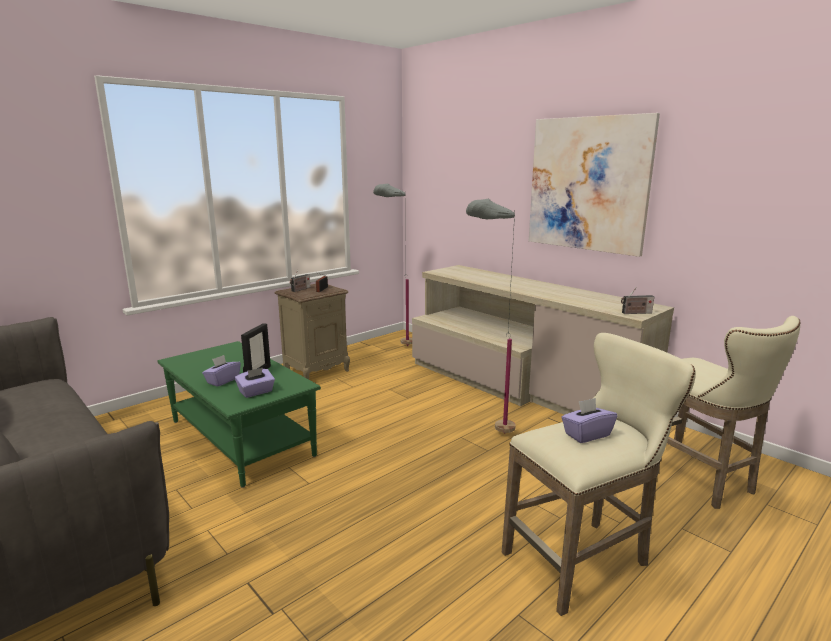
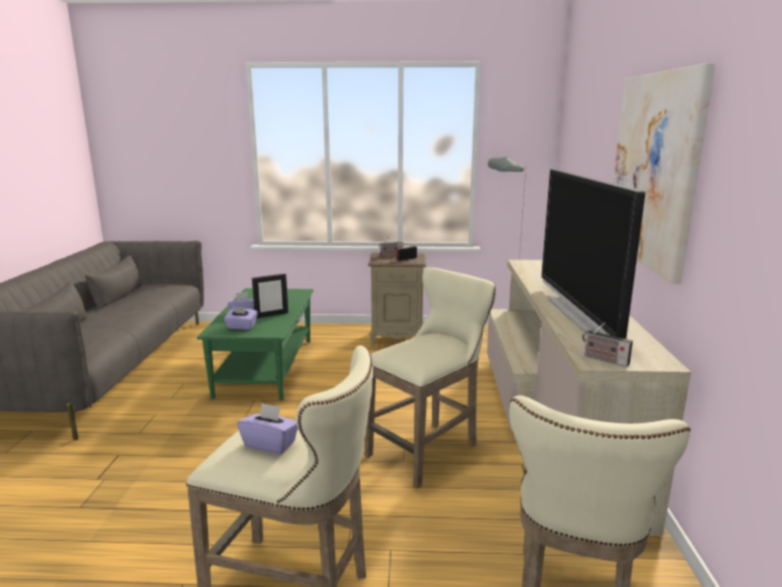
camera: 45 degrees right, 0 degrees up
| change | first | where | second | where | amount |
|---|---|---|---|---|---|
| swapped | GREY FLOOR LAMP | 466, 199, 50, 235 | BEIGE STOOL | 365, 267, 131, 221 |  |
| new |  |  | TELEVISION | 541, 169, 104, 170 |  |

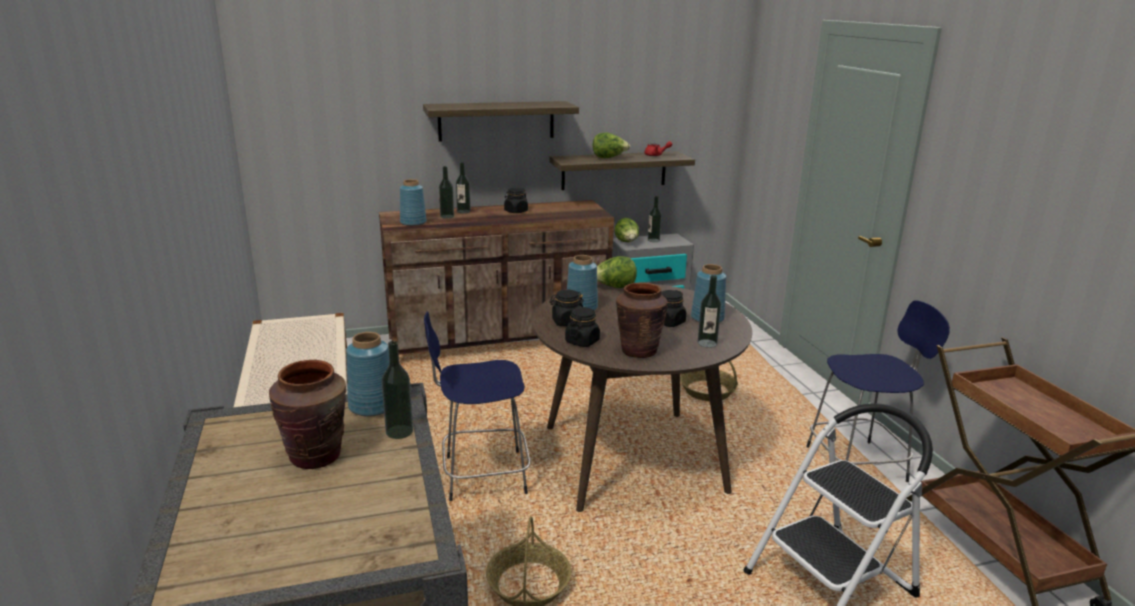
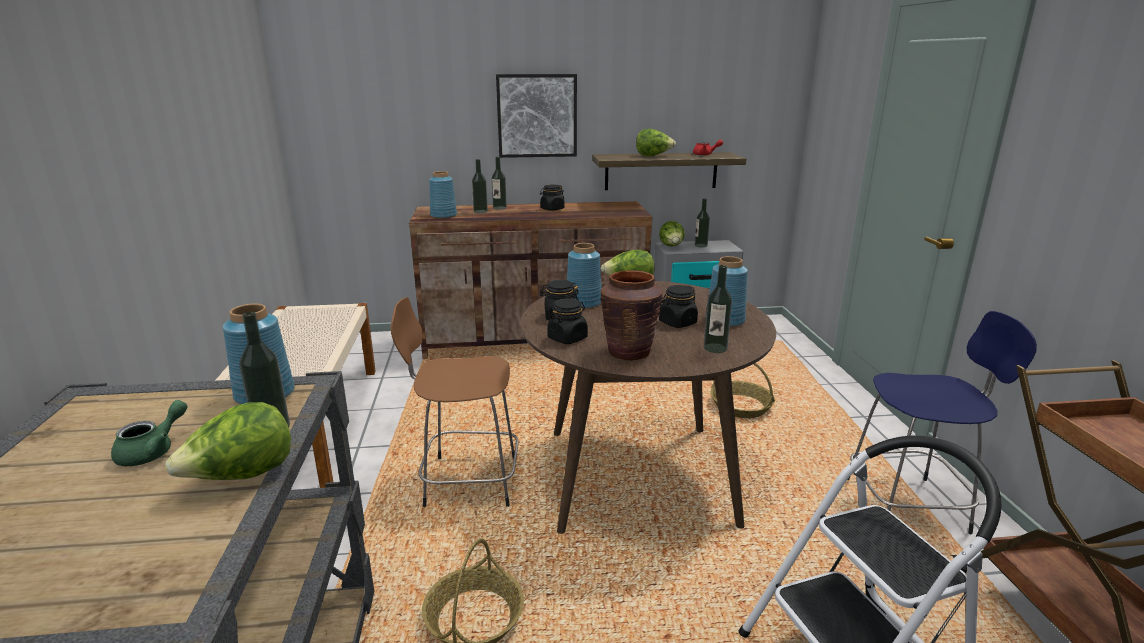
camera: 10 degrees right, 0 degrees up
| change | first | where | second | where | amount |
|---|---|---|---|---|---|
| swapped | SHELF | 423, 101, 156, 40 | PICTURE | 496, 74, 81, 84 |  |
| repainted | BLUE STOOL | 424, 311, 106, 190 | BROWN STOOL | 391, 297, 127, 210 |  |
| swapped | BROWN VASE | 269, 360, 77, 109 | GREEN TEAPOT | 111, 400, 77, 66 |  |
| new |  |  | LETTUCE | 165, 402, 126, 78 |  |

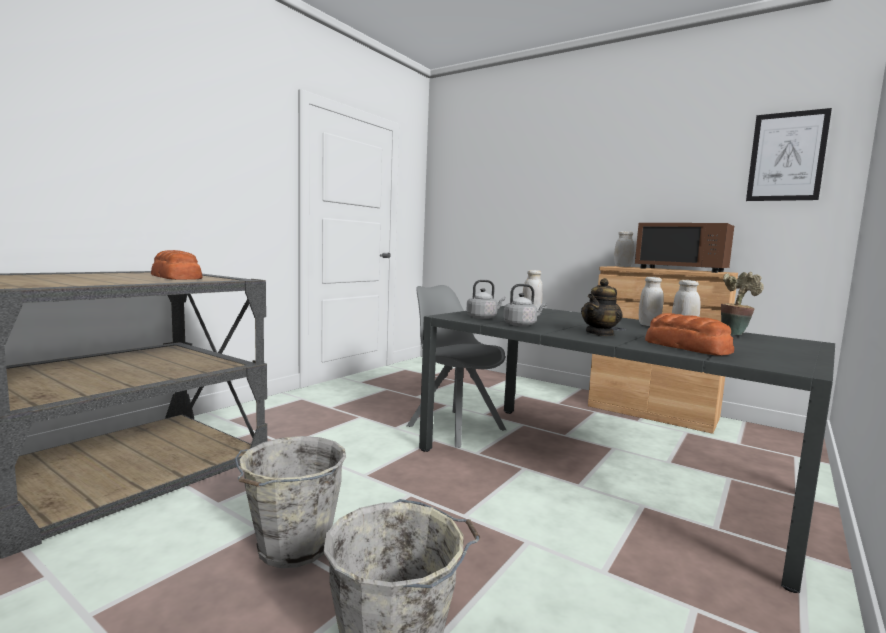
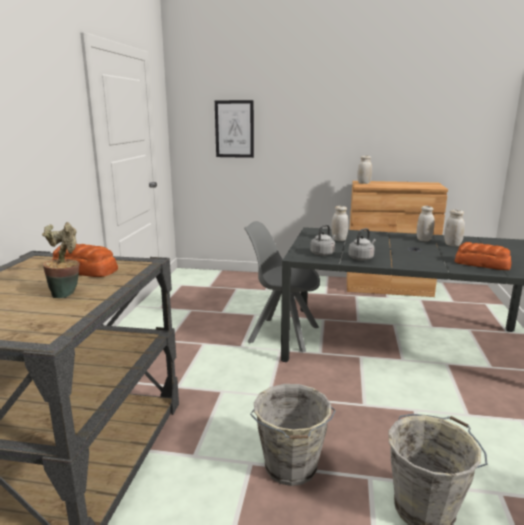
camera: 25 degrees left, 10 degrees up
| change | first | where | second | where | amount |
|---|---|---|---|---|---|
| shifted | PICTURE | 746, 108, 86, 93 |  | 215, 100, 39, 58 |  |
| gone | BROWN MICROWAVE | 635, 223, 99, 50 |  |  |  |
| shifted | POTTED PLANT | 721, 272, 43, 63 |  | 42, 222, 38, 76 |  |
| gone | TEAPOT | 581, 278, 42, 58 |  |  |  |

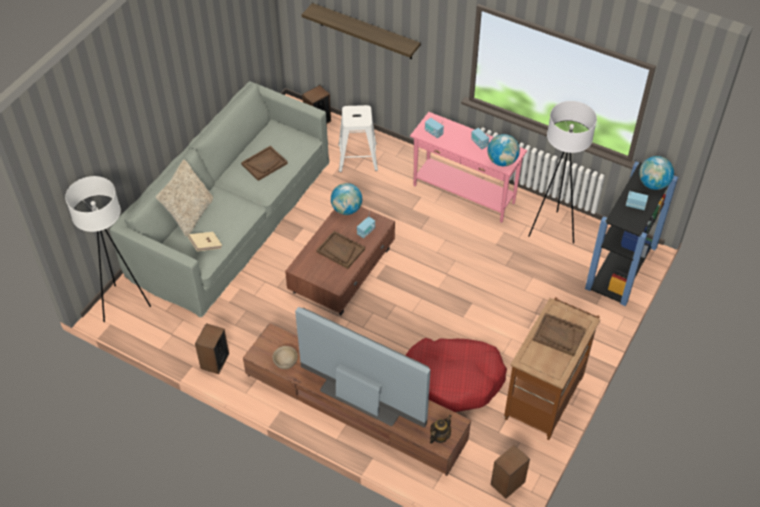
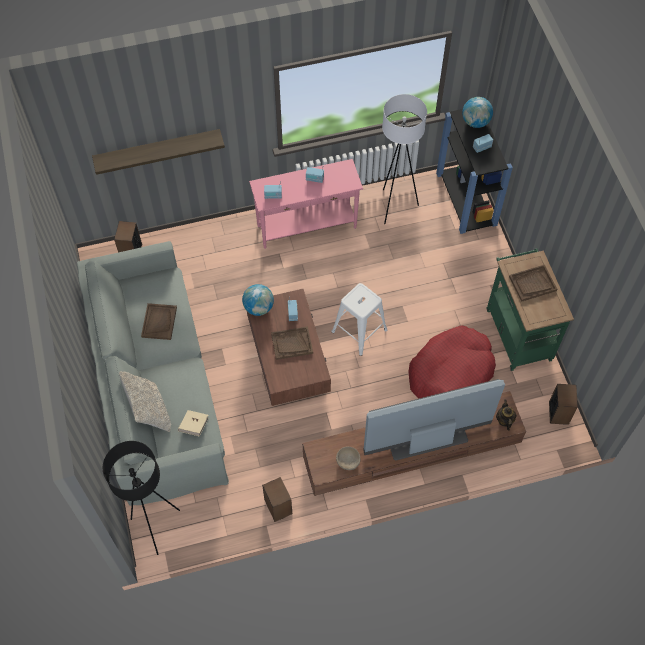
camera: 45 degrees left, 10 degrees up
| change | first | where | second | where | amount |
|---|---|---|---|---|---|
| shifted | WHITE STOOL | 338, 105, 40, 67 |  | 331, 283, 57, 73 |  |
| gone | GLOBE | 488, 134, 32, 32 |  |  |  |
| repainted | WHITE FLOOR LAMP | 65, 176, 86, 146 | BLACK FLOOR LAMP | 103, 441, 77, 114 |  |
| repainted | BROWN CART | 504, 297, 96, 143 | GREEN CART | 487, 248, 87, 123 |  |

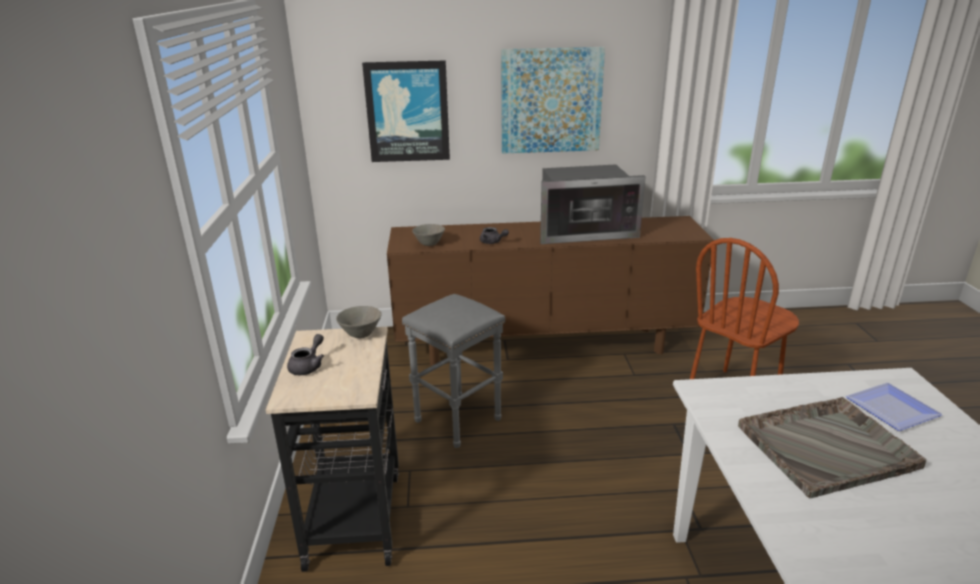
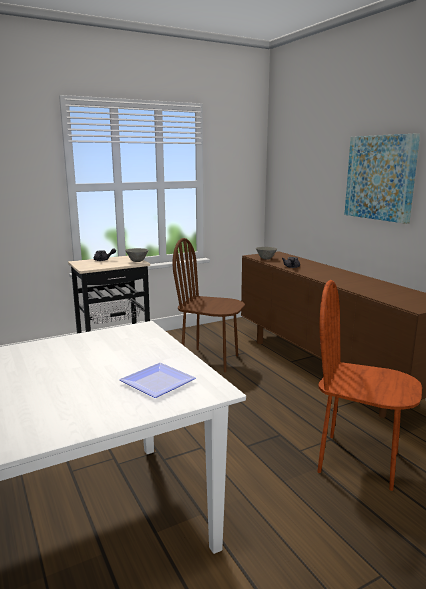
camera: 65 degrees right, 10 degrees down
| change | first | where | second | where | amount |
|---|---|---|---|---|---|
| gone | PICTURE | 362, 60, 88, 102 |  |  |  |
| gone | MICROWAVE | 540, 164, 106, 80 |  |  |  |
| swapped | GREY STOOL | 402, 294, 103, 154 | BROWN CHAIR | 173, 238, 72, 135 |  |
| gone | GREY TRAY | 738, 397, 188, 101 |  |  |  |

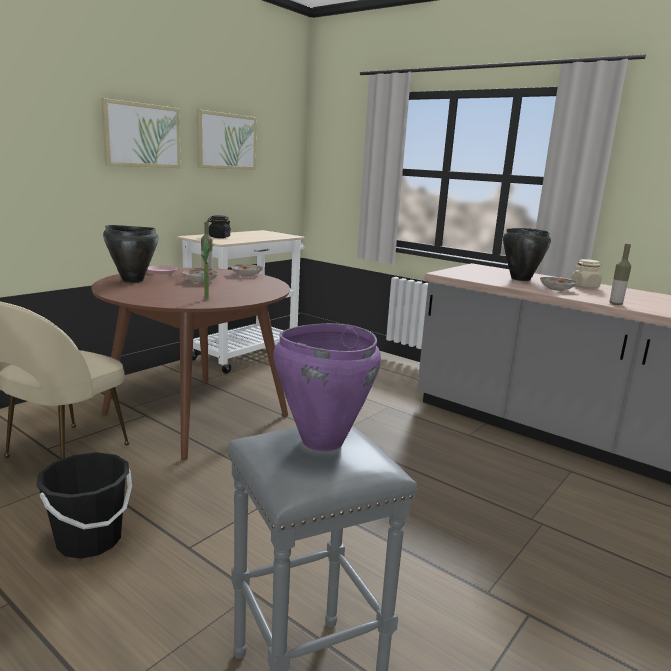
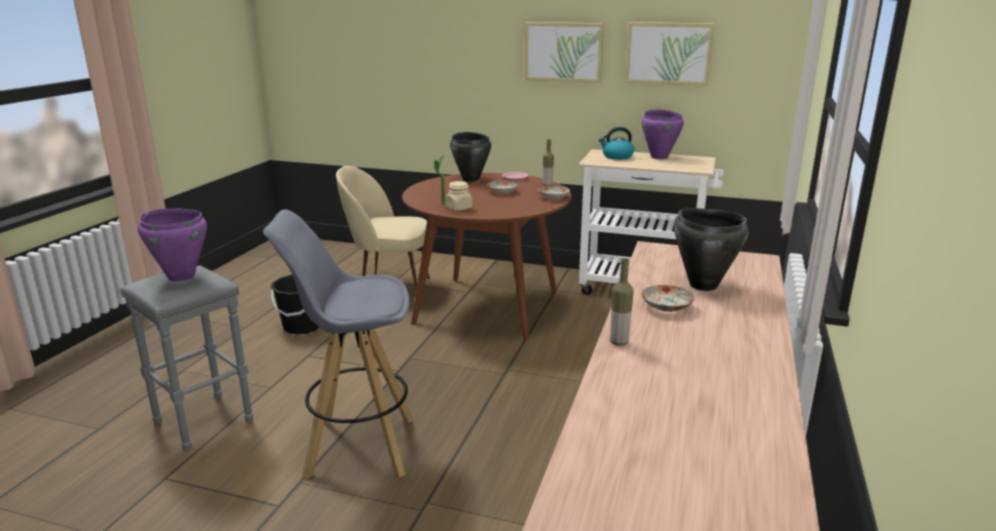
camera: 70 degrees right, 5 degrees up
| change | first | where | second | where | amount |
|---|---|---|---|---|---|
| swapped | BLACK JAR | 207, 215, 24, 23 | KETTLE | 599, 127, 35, 33 |  |
| shifted | BEIGE JAR | 571, 259, 32, 29 |  | 445, 181, 27, 30 |  |
| new |  |  | PURPLE COOKING POT | 641, 109, 43, 50 |  |
| new |  |  | GREY STOOL | 263, 209, 151, 270 |  |

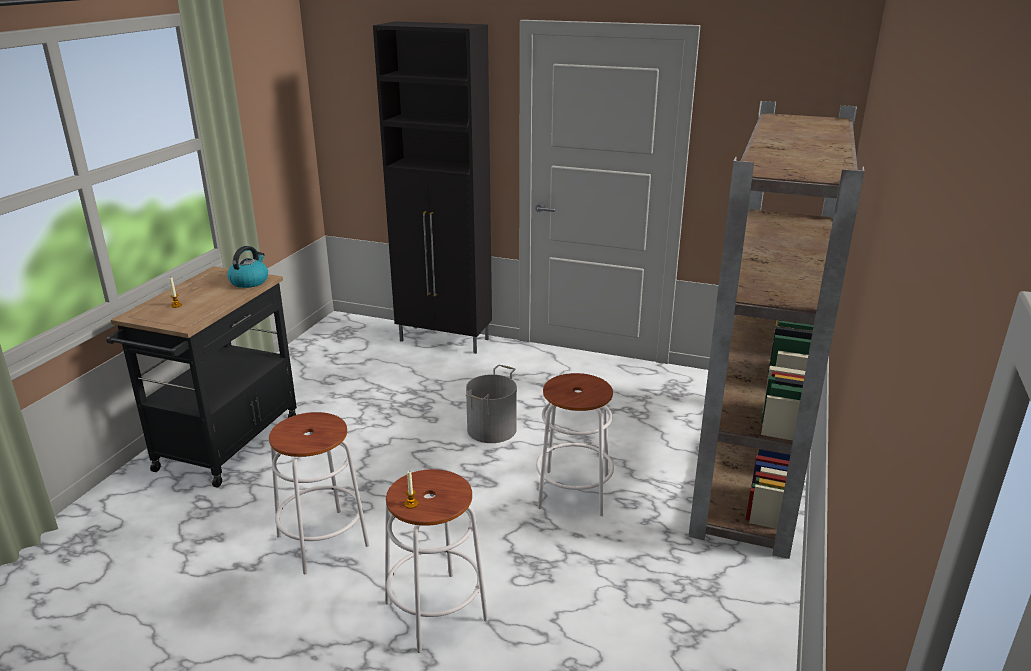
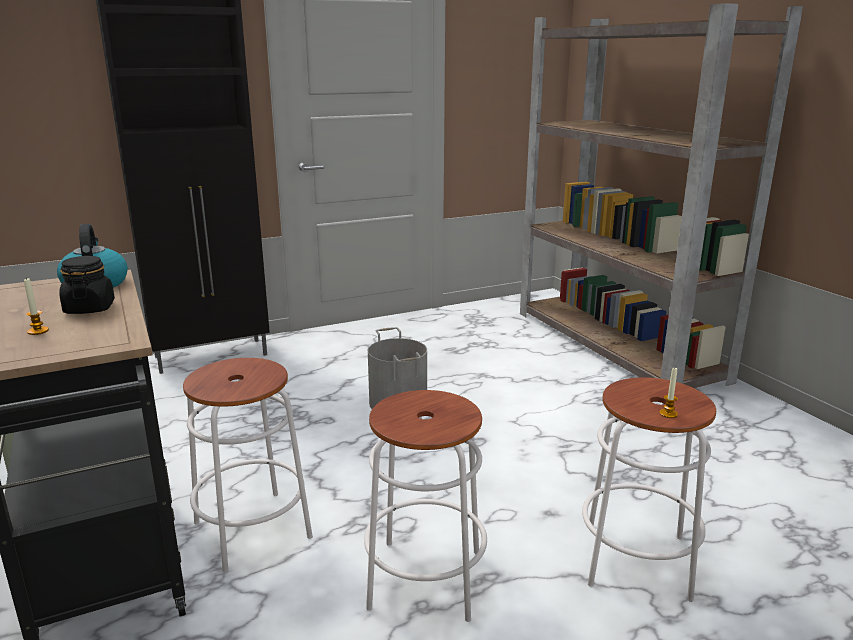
camera: 45 degrees left, 5 degrees down
| change | first | where | second | where | amount |
|---|---|---|---|---|---|
| shifted | WHITE STOOL | 536, 373, 78, 143 |  | 183, 358, 130, 215 |  |
| new |  |  | BLACK JAR | 60, 256, 55, 58 |  |

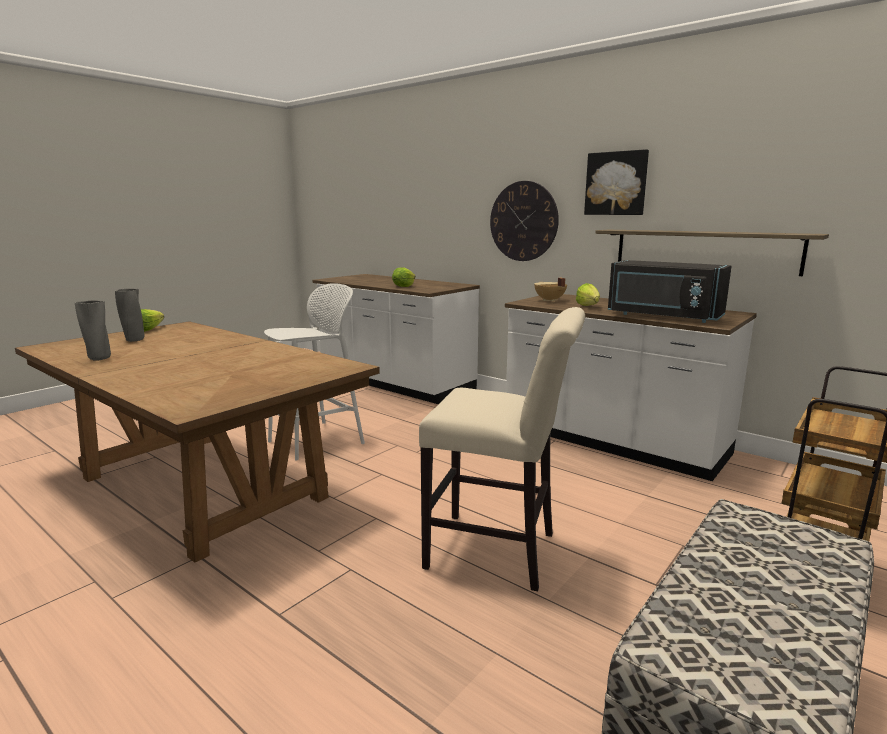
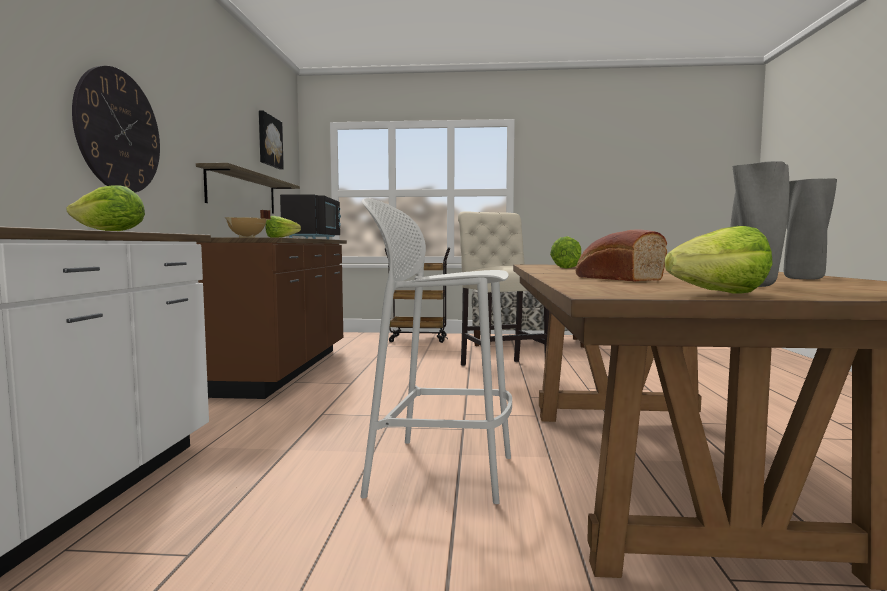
camera: 125 degrees left, 10 degrees down
| change | first | where | second | where | amount |
|---|---|---|---|---|---|
| shifted | PICTURE | 584, 149, 65, 66 |  | 259, 110, 25, 59 |  |
| repainted | WHITE COUNTER | 505, 294, 252, 187 | BROWN COUNTER | 196, 237, 151, 162 |  |
| new |  |  | BREAD | 576, 230, 91, 51 |  |
| new |  |  | LETTUCE | 550, 236, 31, 33 |  |

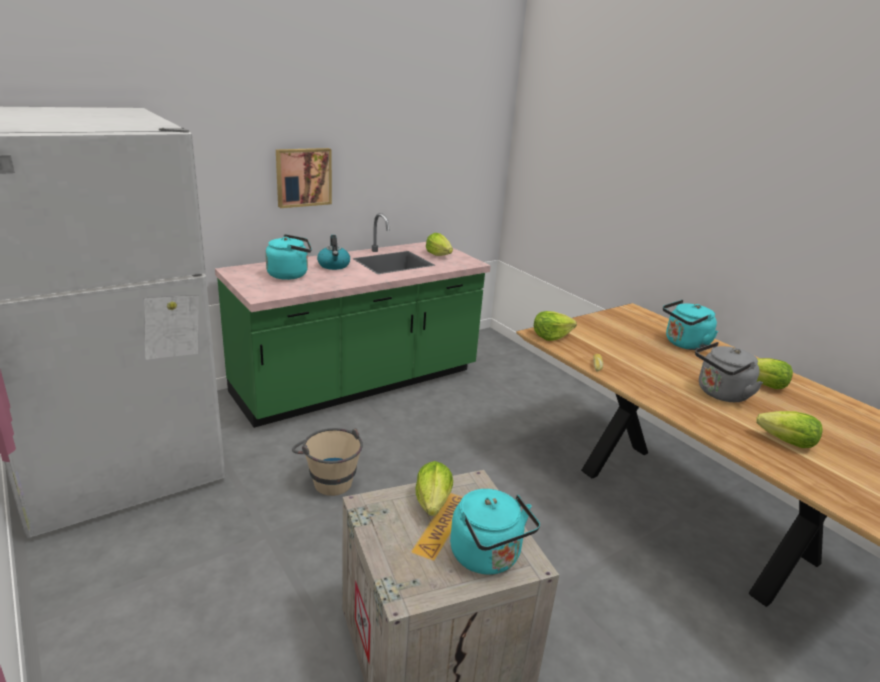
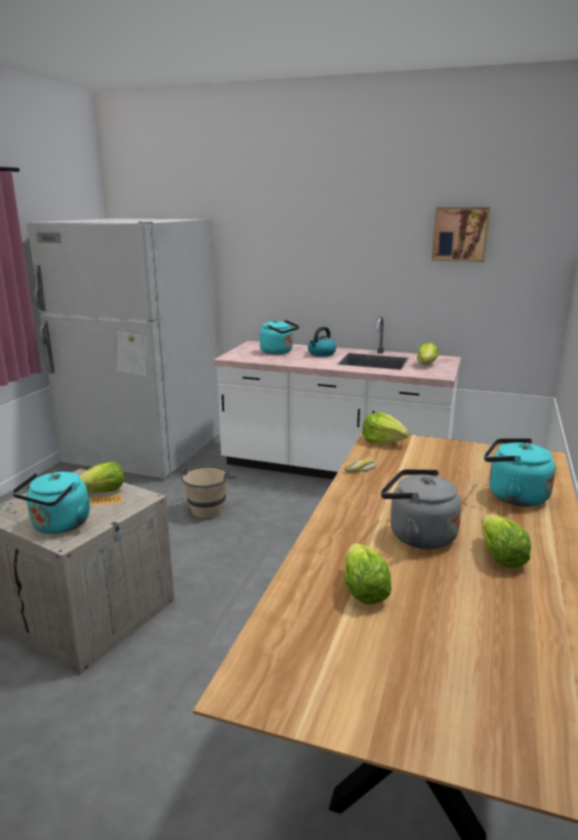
camera: 55 degrees right, 5 degrees down
| change | first | where | second | where | amount |
|---|---|---|---|---|---|
| shifted | PICTURE | 276, 148, 56, 60 |  | 432, 207, 58, 55 |  |
| repainted | GREEN COUNTER | 215, 213, 276, 215 | WHITE COUNTER | 214, 316, 247, 163 |  |

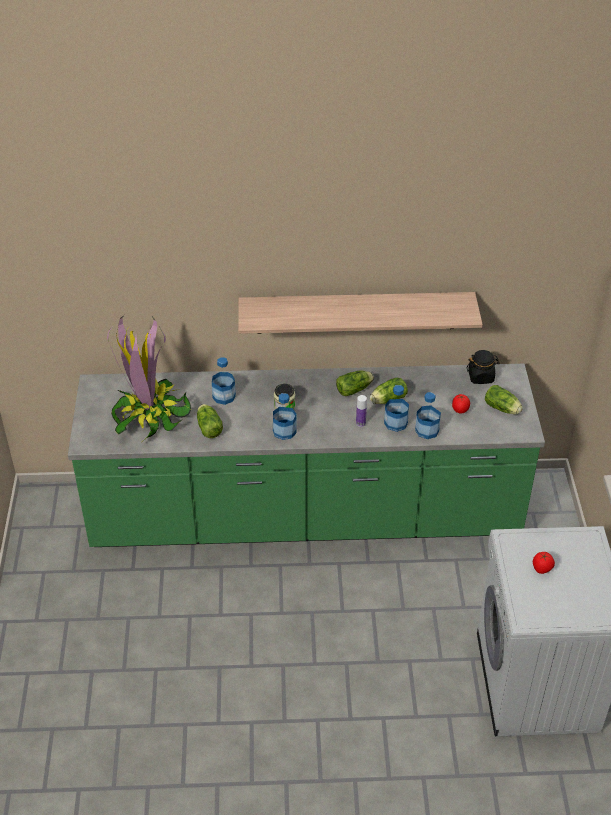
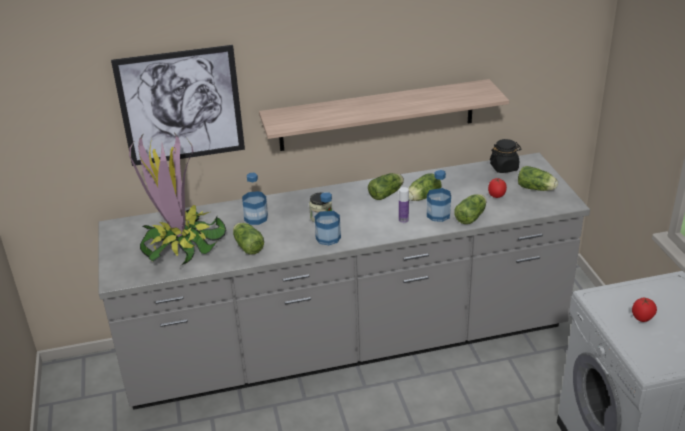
camera: 10 degrees left, 10 degrees down
| change | first | where | second | where | amount |
|---|---|---|---|---|---|
| repainted | GREEN COUNTER | 68, 364, 477, 183 | GREY COUNTER | 99, 153, 491, 257 |  |
| swapped | BOTTLE | 415, 392, 26, 47 | LETTUCE | 454, 194, 32, 30 |  |
| new |  |  | PICTURE | 111, 45, 134, 121 |  |

